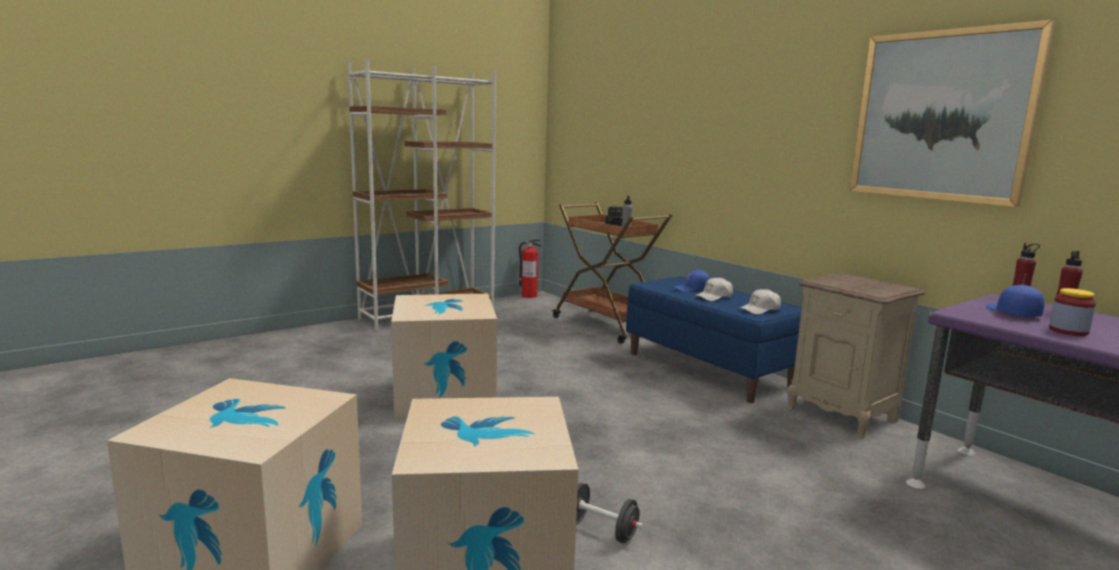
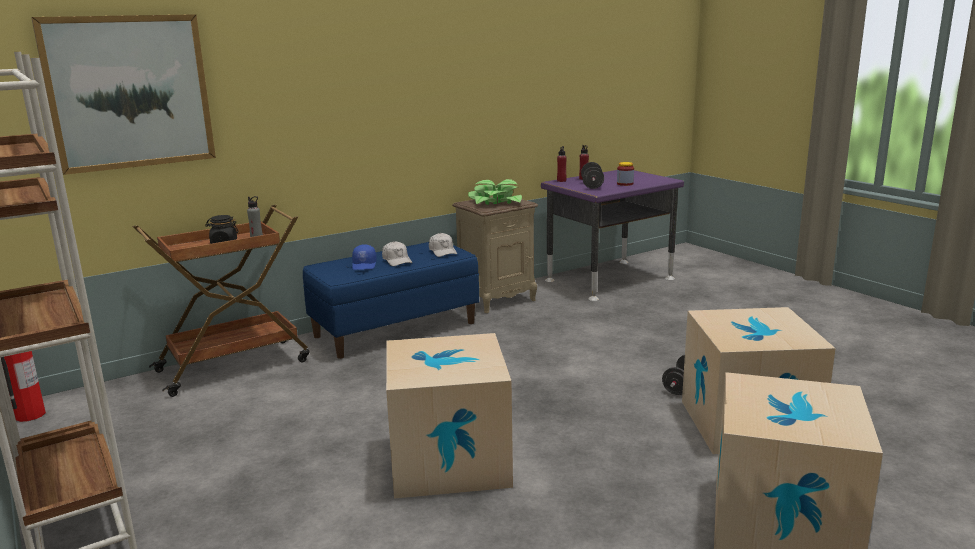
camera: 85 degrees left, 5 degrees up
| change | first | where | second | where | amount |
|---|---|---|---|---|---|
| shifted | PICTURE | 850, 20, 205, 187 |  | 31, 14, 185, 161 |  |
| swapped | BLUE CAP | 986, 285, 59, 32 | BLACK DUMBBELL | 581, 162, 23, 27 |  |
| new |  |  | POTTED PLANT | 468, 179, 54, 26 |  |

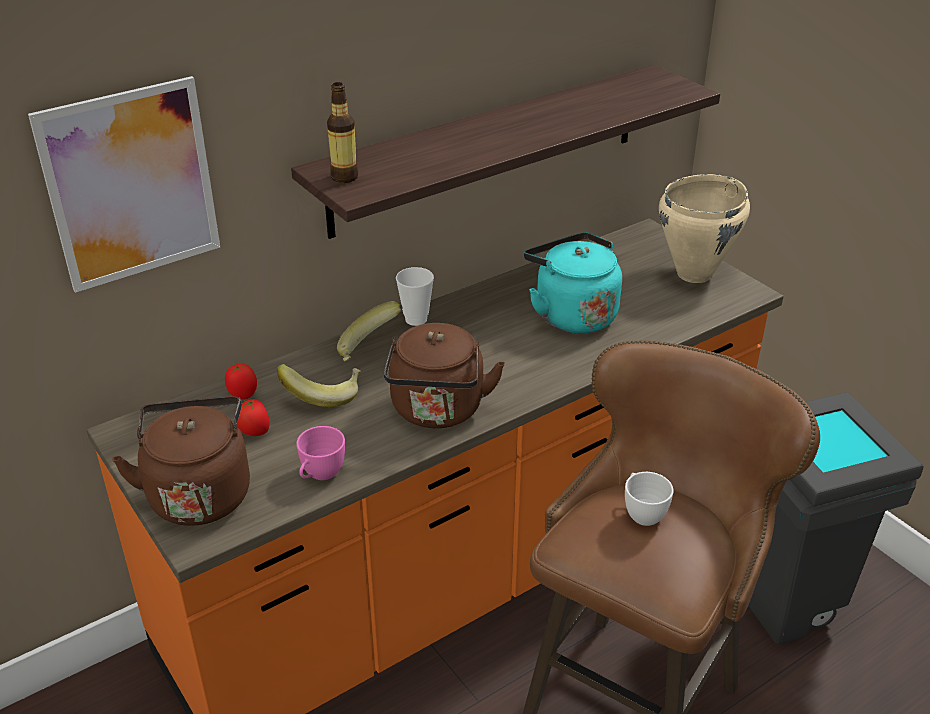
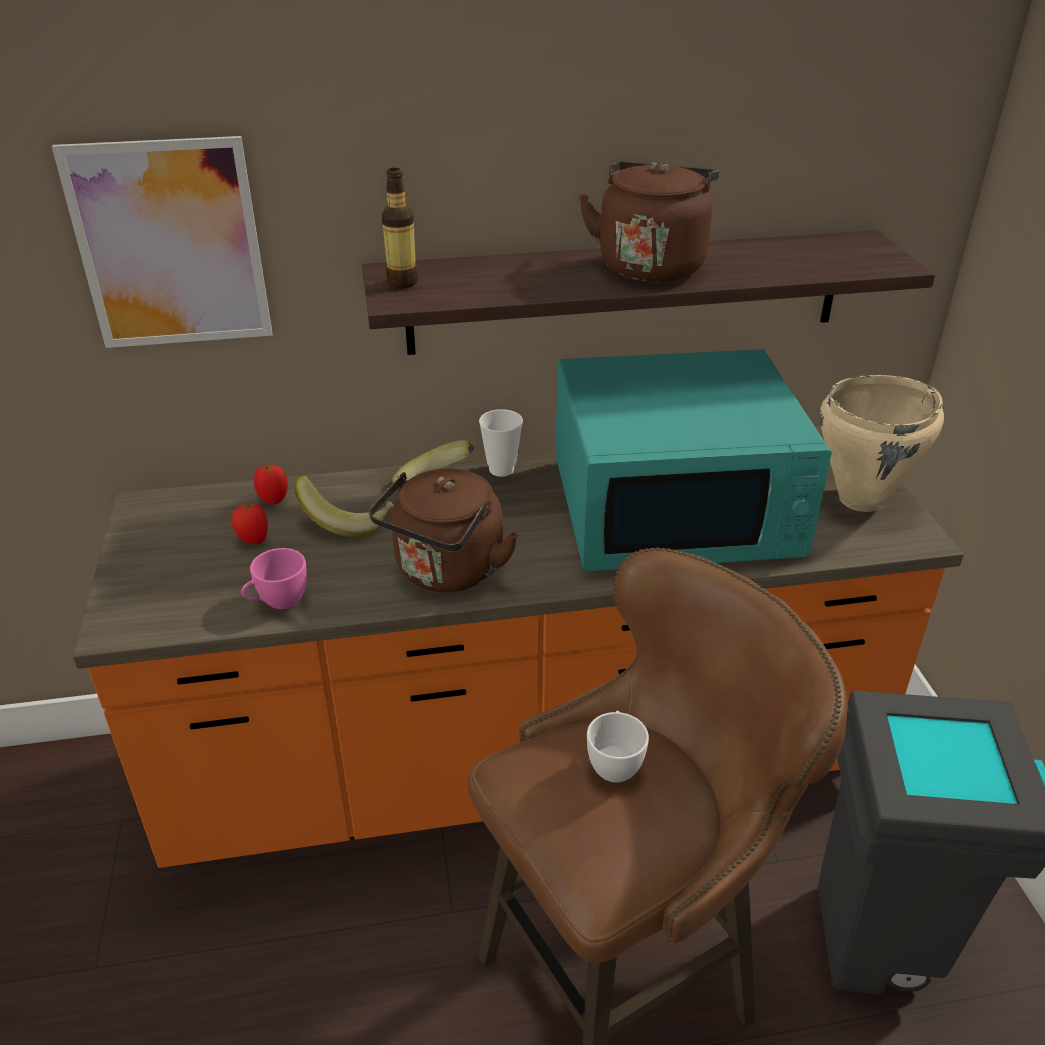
camera: 25 degrees right, 0 degrees up
| change | first | where | second | where | amount |
|---|---|---|---|---|---|
| swapped | TURQUOISE KETTLE | 524, 232, 98, 102 | TURQUOISE MICROWAVE | 555, 349, 276, 222 |  |
| shifted | BROWN KETTLE | 112, 396, 138, 130 |  | 579, 161, 140, 121 |  |

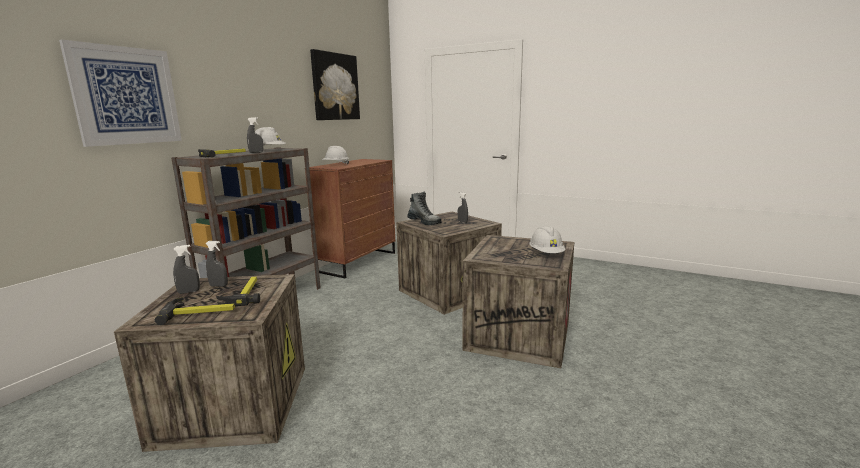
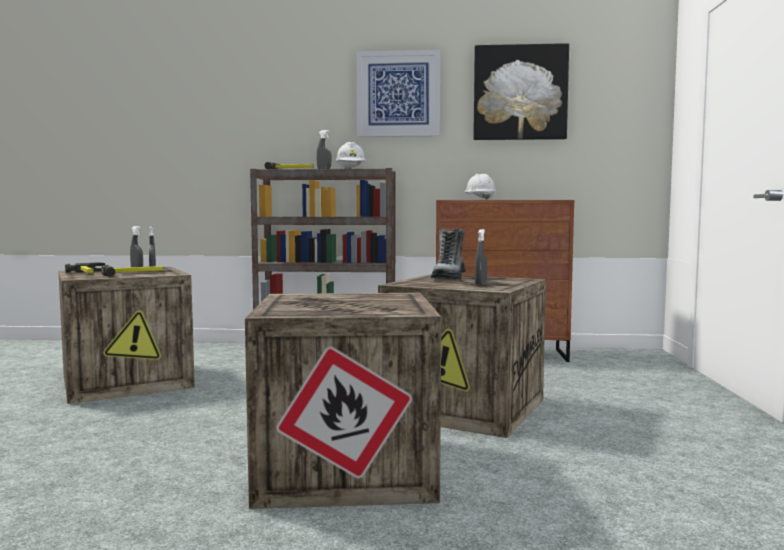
camera: 65 degrees right, 10 degrees down
| change | first | where | second | where | amount |
|---|---|---|---|---|---|
| shifted | PICTURE | 59, 39, 123, 108 |  | 357, 50, 83, 87 |  |
| gone | WHITE HARD HAT | 529, 226, 37, 27 |  |  |  |

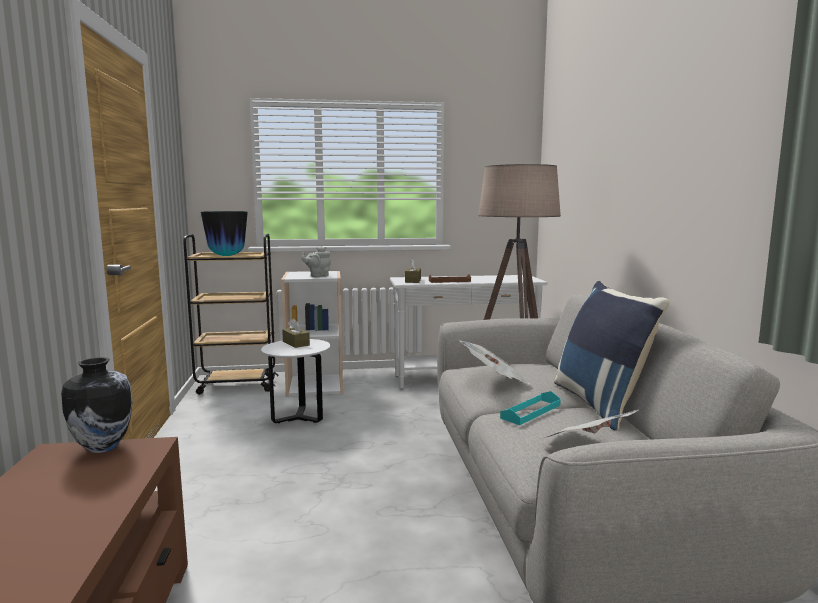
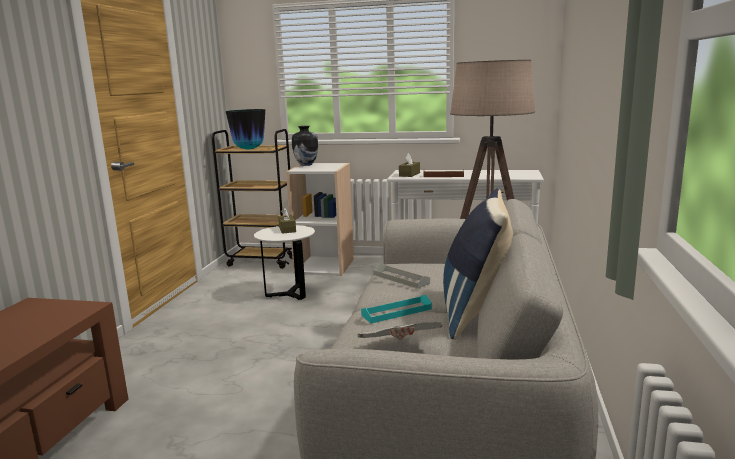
camera: 20 degrees right, 5 degrees up
| change | first | where | second | where | amount |
|---|---|---|---|---|---|
| gone | GREY TEAPOT | 301, 247, 30, 30 |  |  |  |
| swapped | NEWSPAPER | 459, 340, 72, 44 | GREY TRAY | 373, 263, 57, 26 |  |
| shifted | VASE | 61, 357, 72, 96 |  | 292, 126, 26, 40 |  |

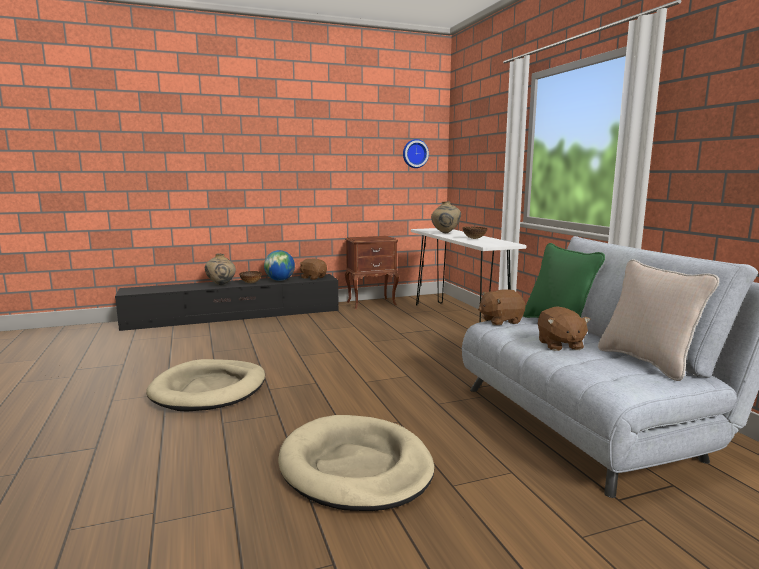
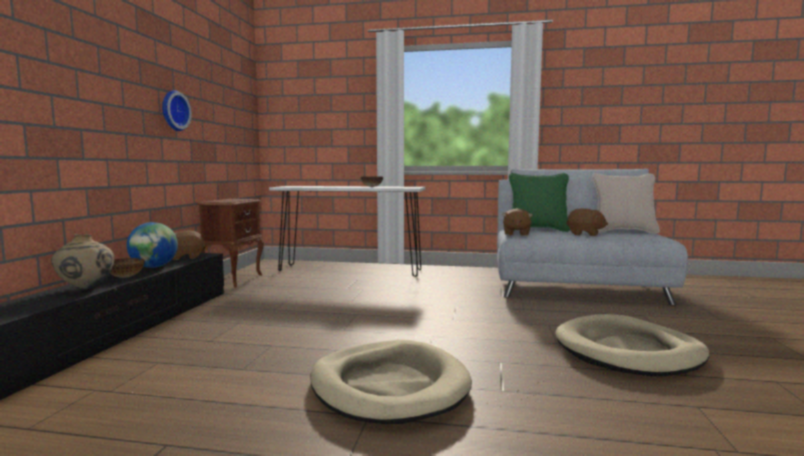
camera: 60 degrees left, 5 degrees down
| change | first | where | second | where | amount |
|---|---|---|---|---|---|
| shifted | WALL CLOCK | 403, 139, 26, 29 |  | 162, 90, 30, 41 |  |
| gone | BEIGE VASE | 431, 201, 30, 32 |  |  |  |

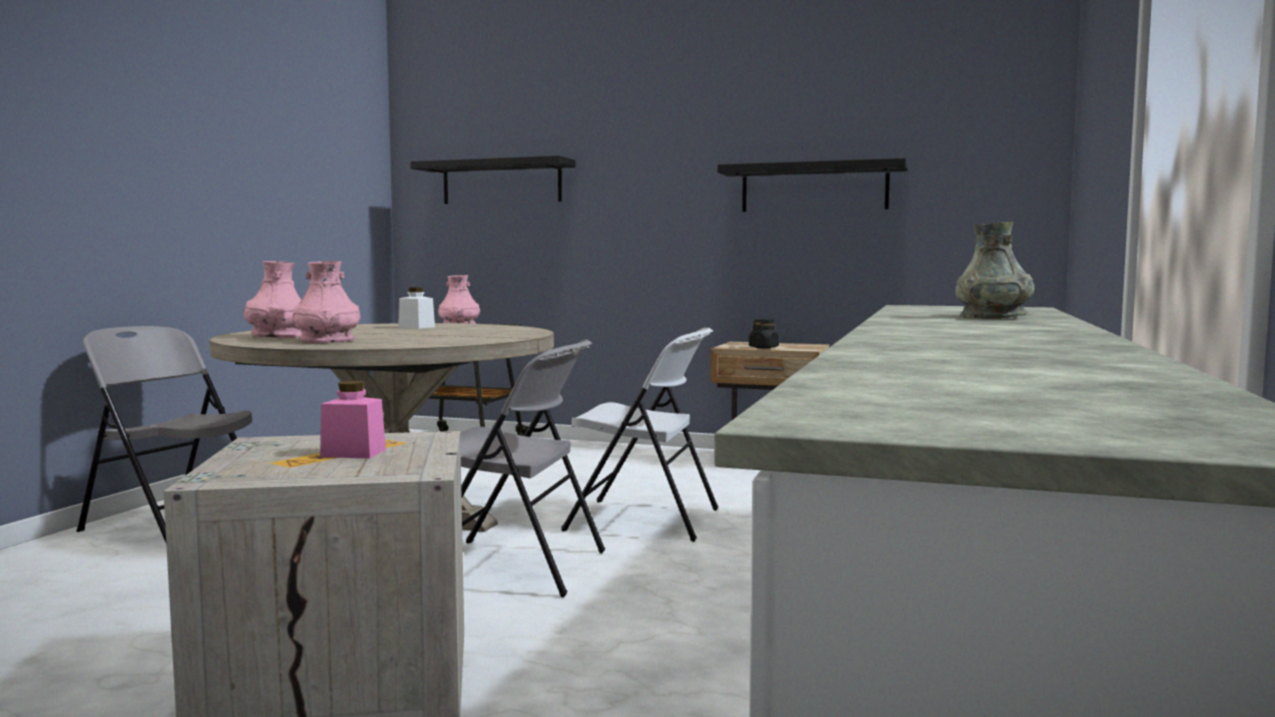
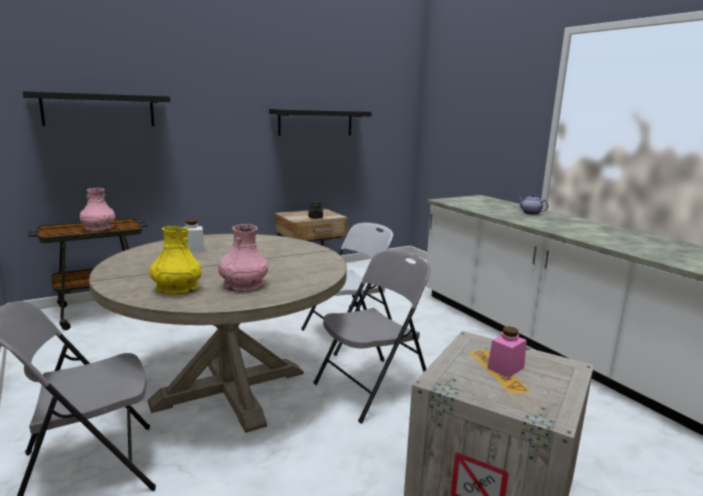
camera: 50 degrees left, 10 degrees up
| change | first | where | second | where | amount |
|---|---|---|---|---|---|
| swapped | GREY VASE | 955, 222, 80, 97 | TEAPOT | 518, 194, 31, 21 |  |
| repainted | PINK VASE | 244, 261, 58, 77 | YELLOW VASE | 149, 226, 53, 69 |  |

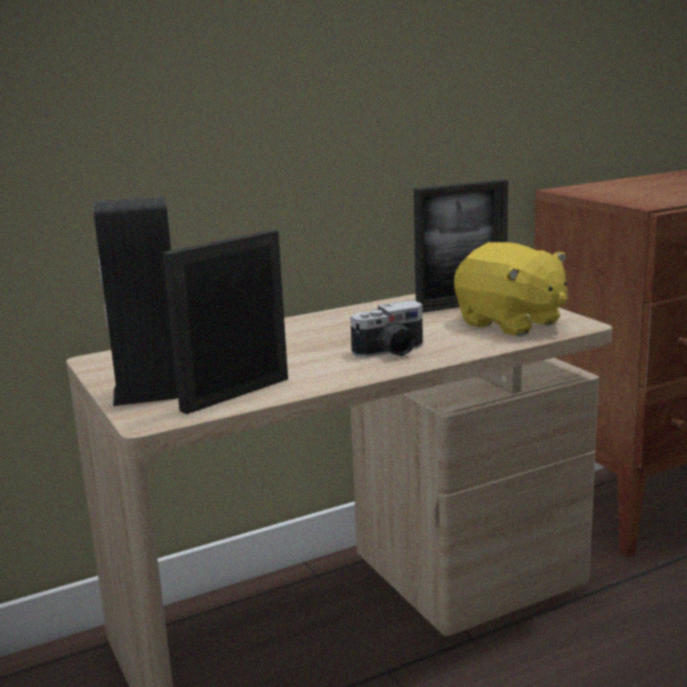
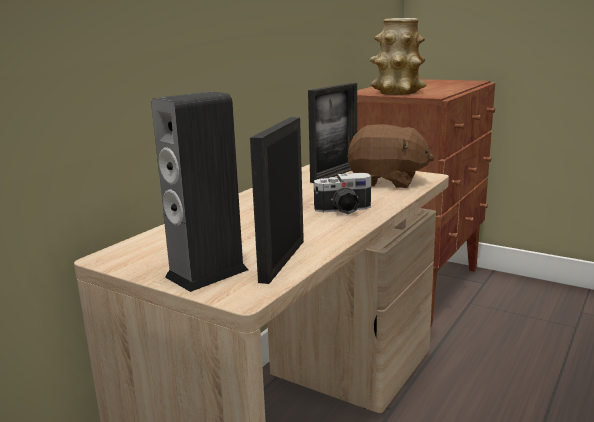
camera: 30 degrees left, 0 degrees up
| change | first | where | second | where | amount |
|---|---|---|---|---|---|
| repainted | YELLOW PLUSH TOY | 454, 242, 113, 94 | BROWN PLUSH TOY | 347, 124, 87, 64 |  |
| rotated | PHOTO CAMERA | 350, 301, 73, 56 |  | 314, 173, 57, 41 | 45 degrees clockwise |
| new |  |  | VASE | 370, 18, 57, 77 |  |

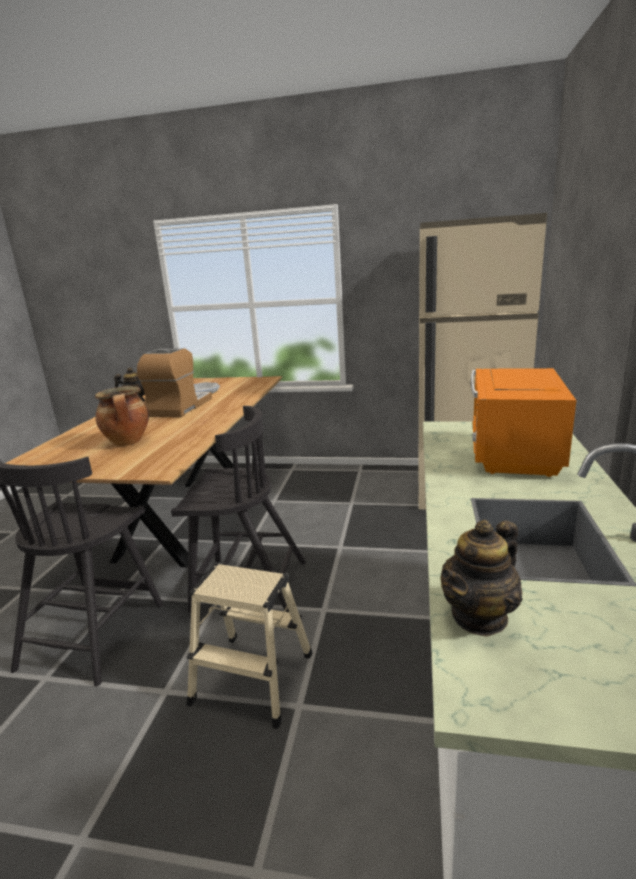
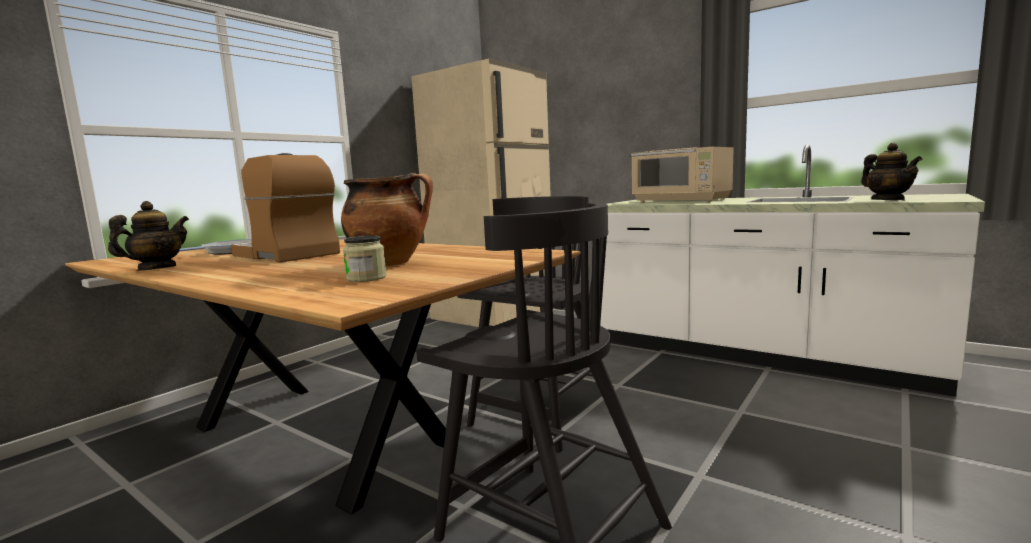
camera: 65 degrees left, 10 degrees down
| change | first | where | second | where | amount |
|---|---|---|---|---|---|
| repainted | ORANGE MICROWAVE | 471, 368, 105, 109 | BEIGE MICROWAVE | 631, 147, 103, 55 |  |
| gone | BEIGE STEP LADDER | 187, 563, 126, 166 |  |  |  |
| new |  |  | JAR | 343, 235, 43, 47 |  |

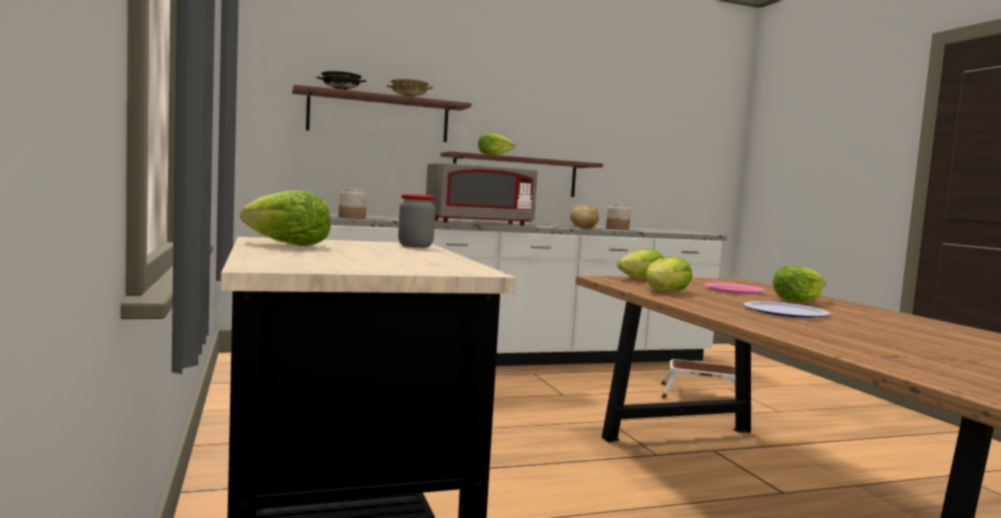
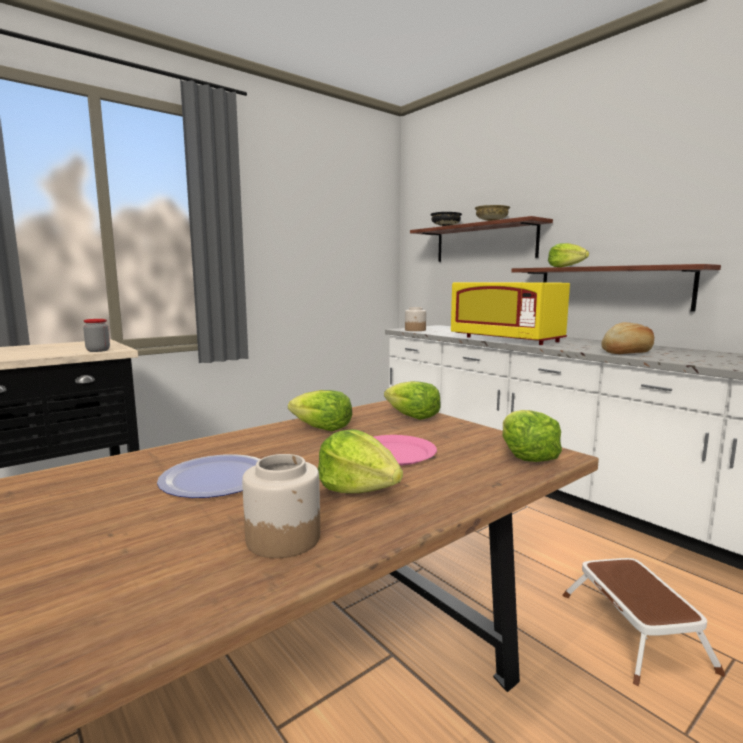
camera: 70 degrees right, 5 degrees up
| change | first | where | second | where | amount |
|---|---|---|---|---|---|
| repainted | GREY MICROWAVE | 426, 163, 112, 63 | YELLOW MICROWAVE | 451, 282, 119, 63 |  |
| shifted | LETTUCE | 240, 191, 91, 55 |  | 502, 410, 60, 52 |  |
| shifted | JAR | 606, 204, 25, 26 |  | 242, 454, 78, 104 |  |

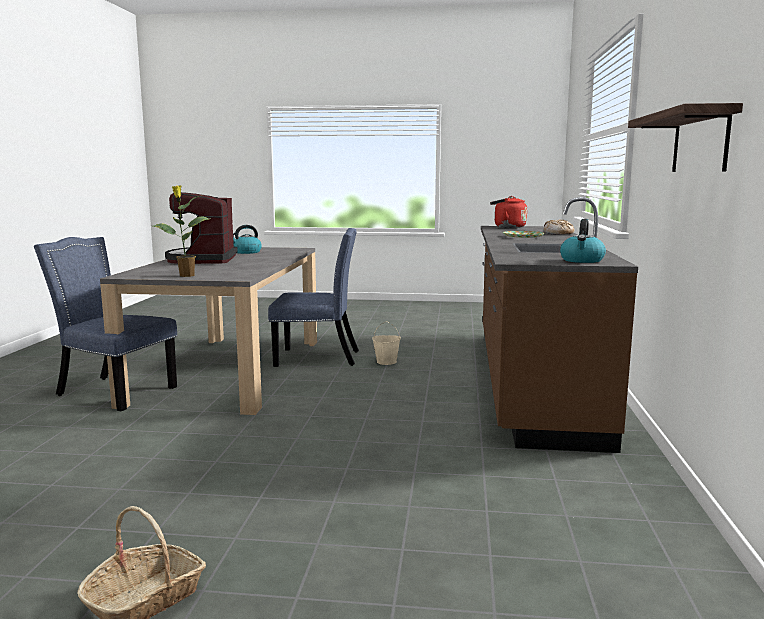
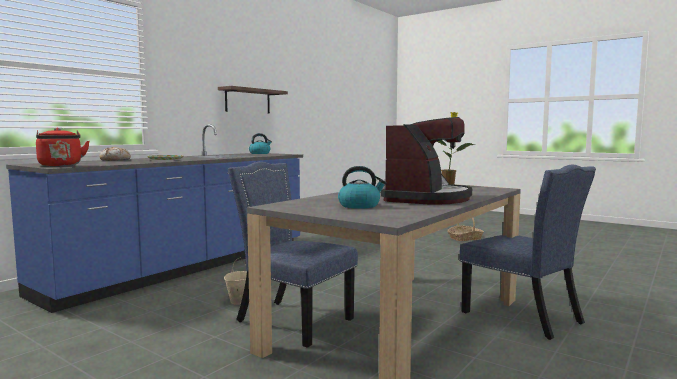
camera: 150 degrees left, 5 degrees down
| change | first | where | second | where | amount |
|---|---|---|---|---|---|
| repainted | BROWN COUNTER | 481, 197, 157, 256 | BLUE COUNTER | 6, 124, 297, 189 |  |

